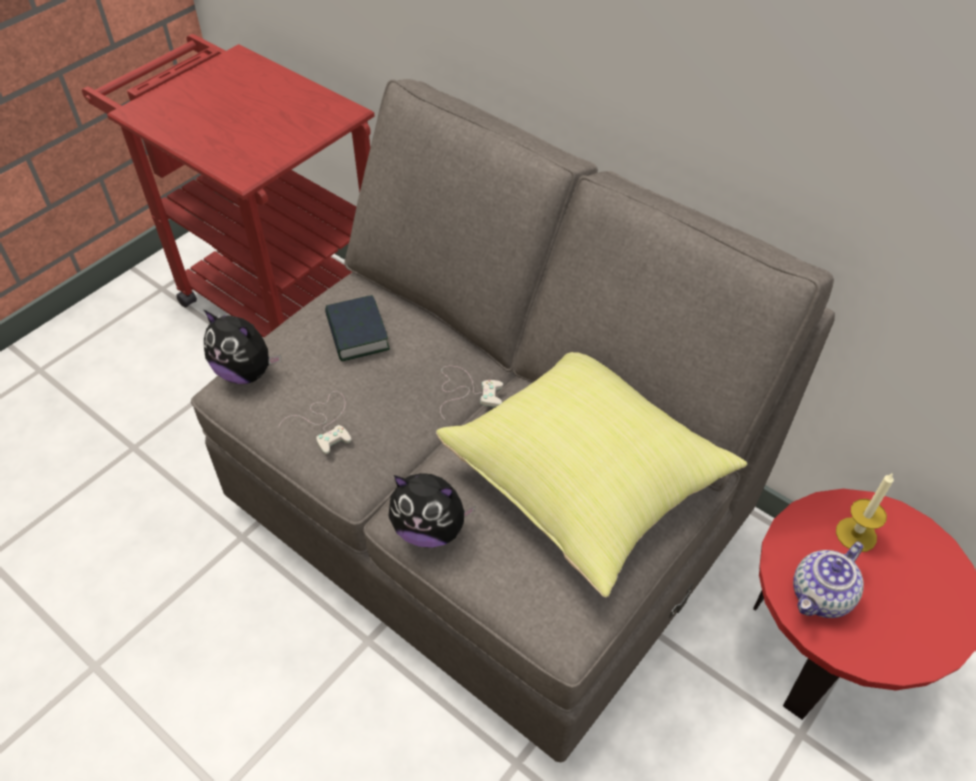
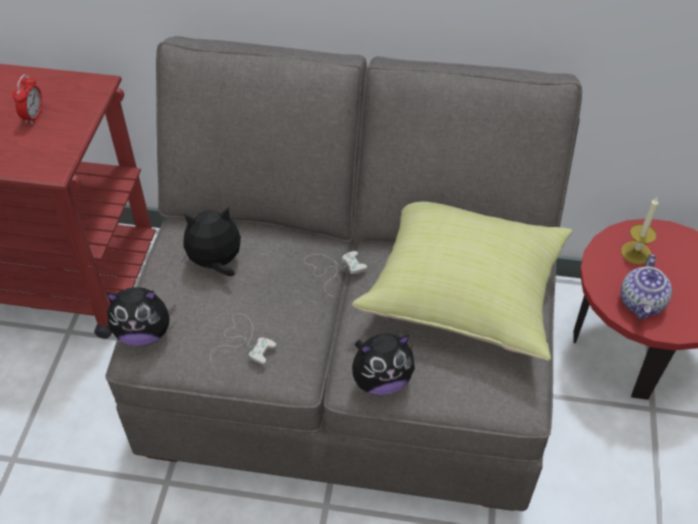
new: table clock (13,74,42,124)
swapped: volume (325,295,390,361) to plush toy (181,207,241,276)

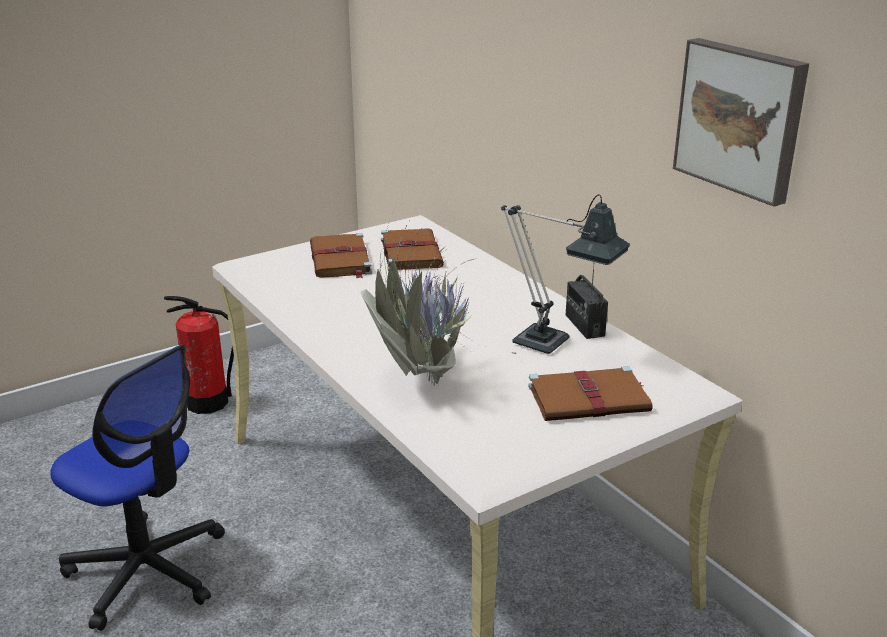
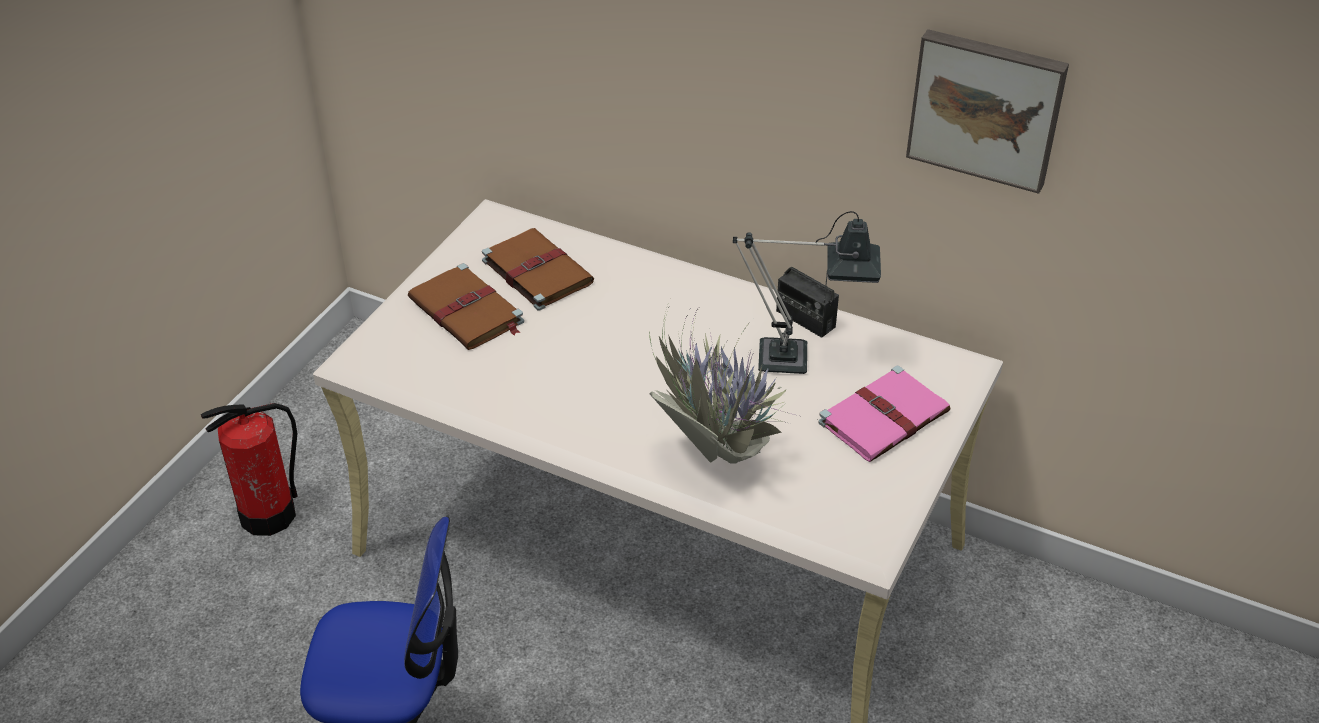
repainted: brownish volume (528,366,653,421) to pinkish volume (819,366,951,462)

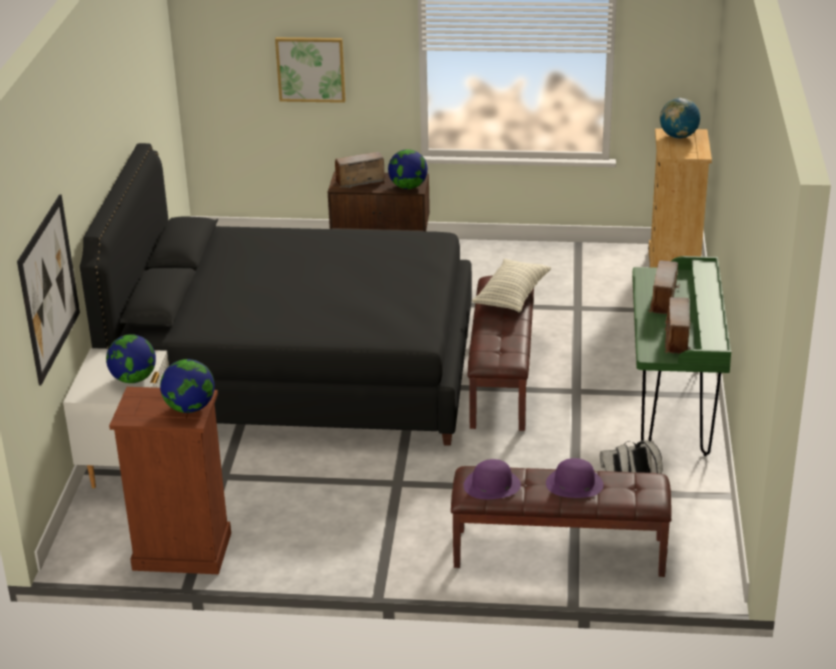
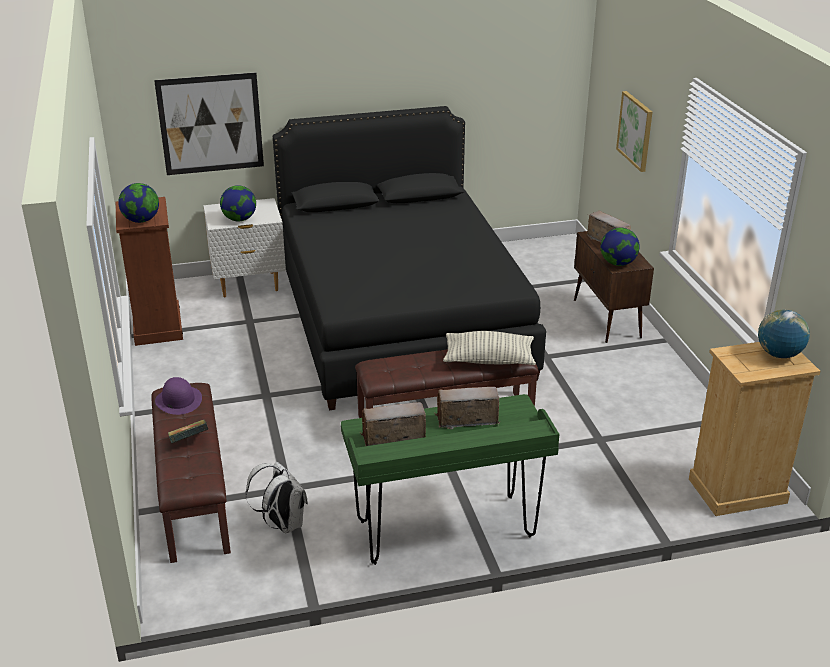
swapped: purple clothing hat (546,458,604,498) to volume (168,420,208,444)

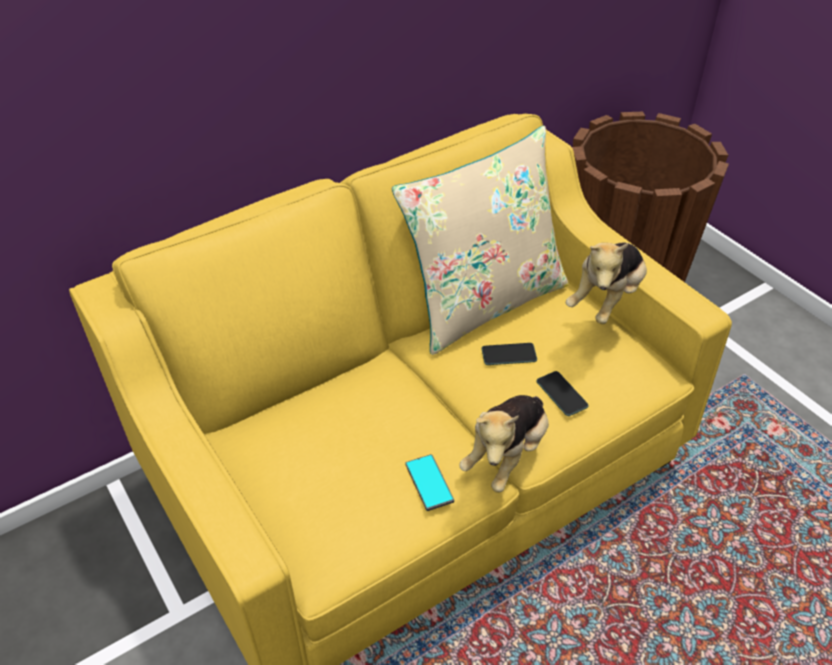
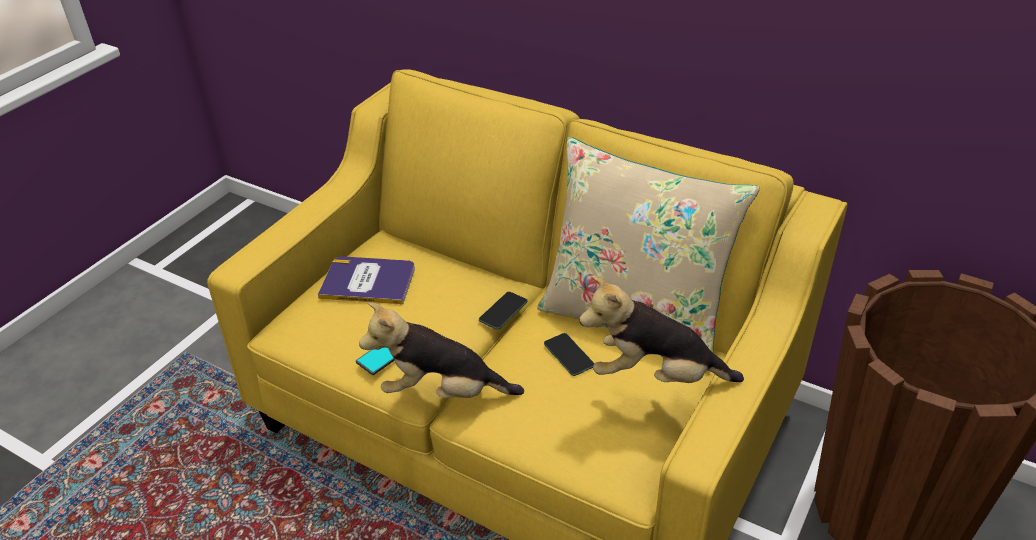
new: volume (318,256,415,304)
shifted: phone (536,371,589,416) to (479,292,528,330)

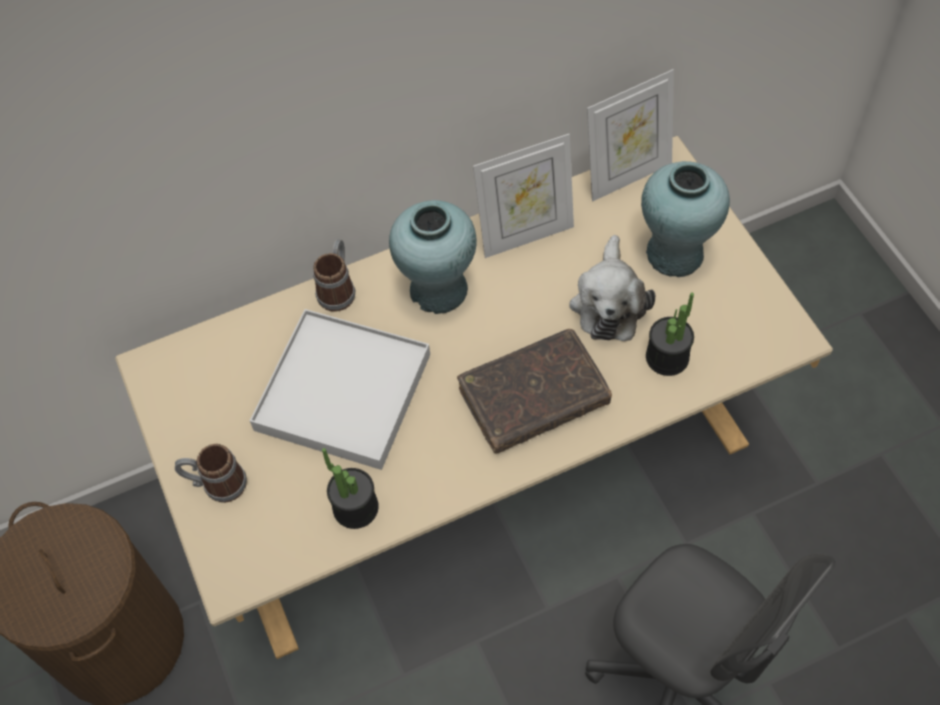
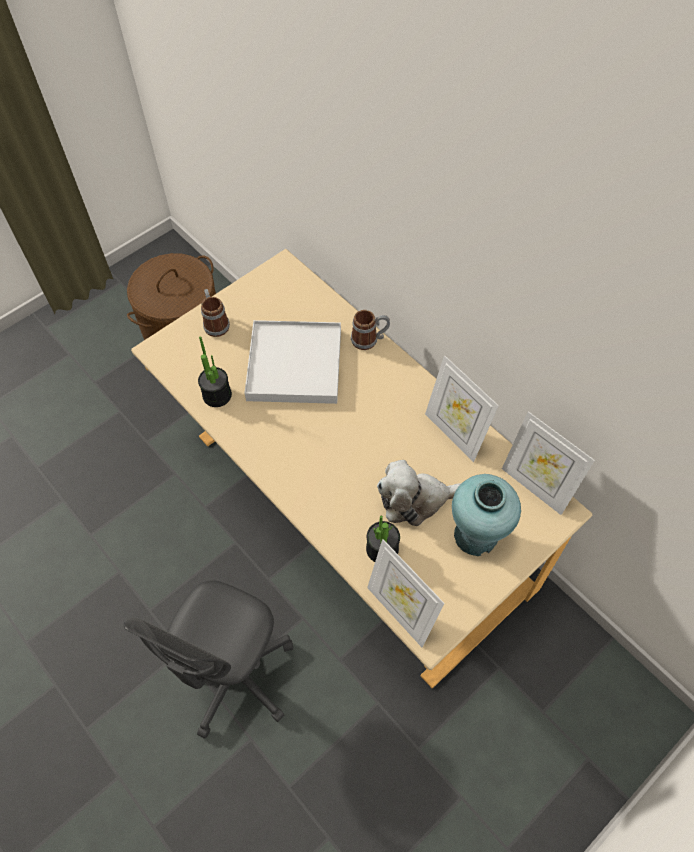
gone: turquoise-coloured vase (389,200,477,314); brownish volume (457,329,612,454)
new: photo frame (367,539,445,647)

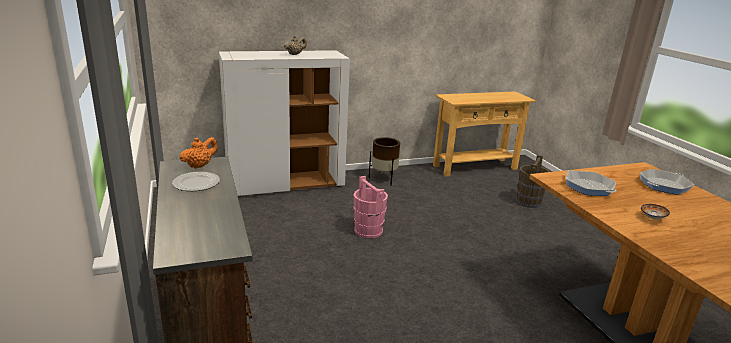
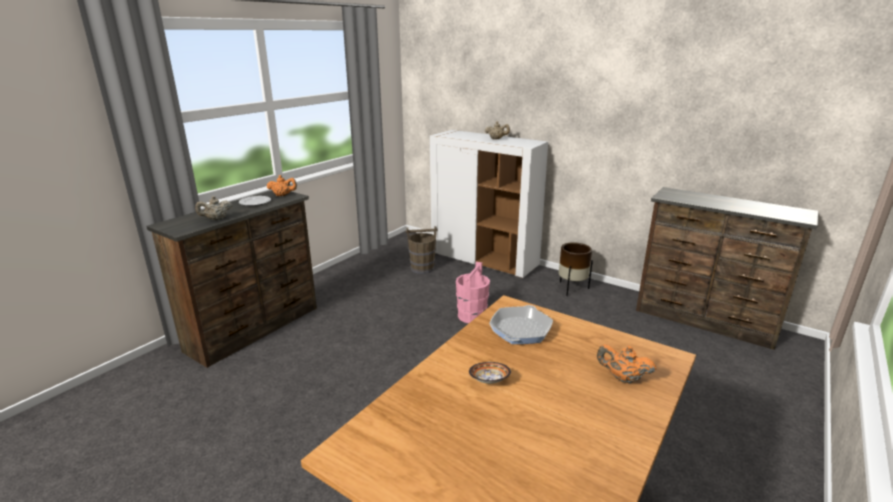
new: beige-coloured tea pot (195,196,232,220)
shifted: brownish pail (516,155,550,208) to (406,226,438,274)
swapped: beige-coloured narrow table (433,91,536,177) to brownish chest of drawers (636,187,818,350); skillet (639,169,695,195) to orange tea pot (597,344,656,384)

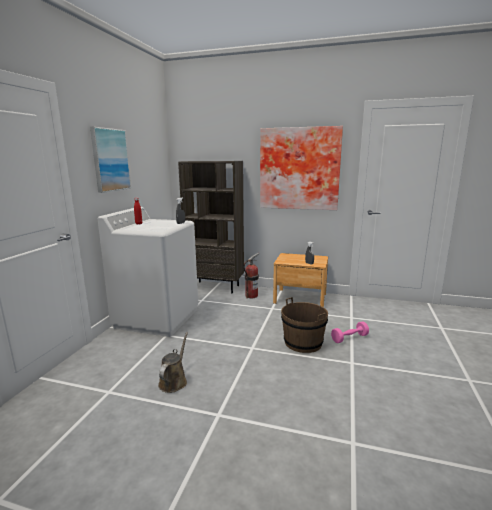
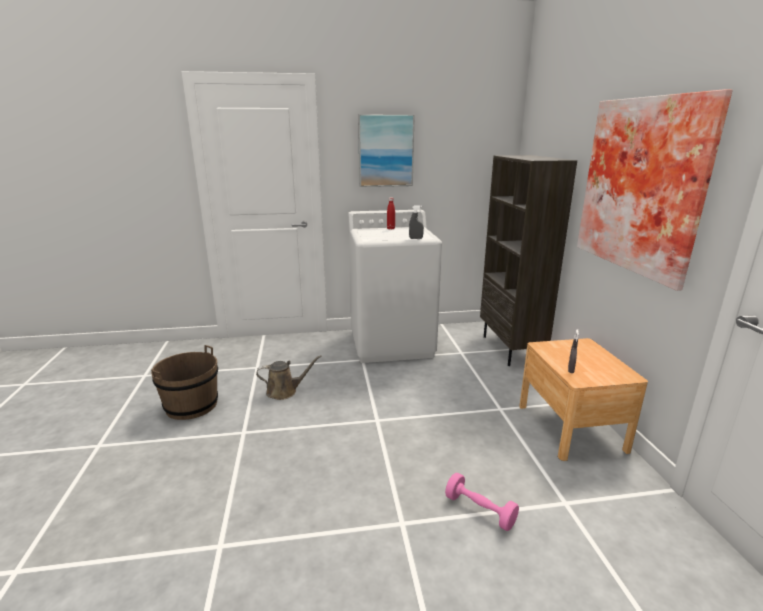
gone: extinguisher (243,253,260,298)
shifted: brownish pail (281,297,328,353) to (151,345,218,420)

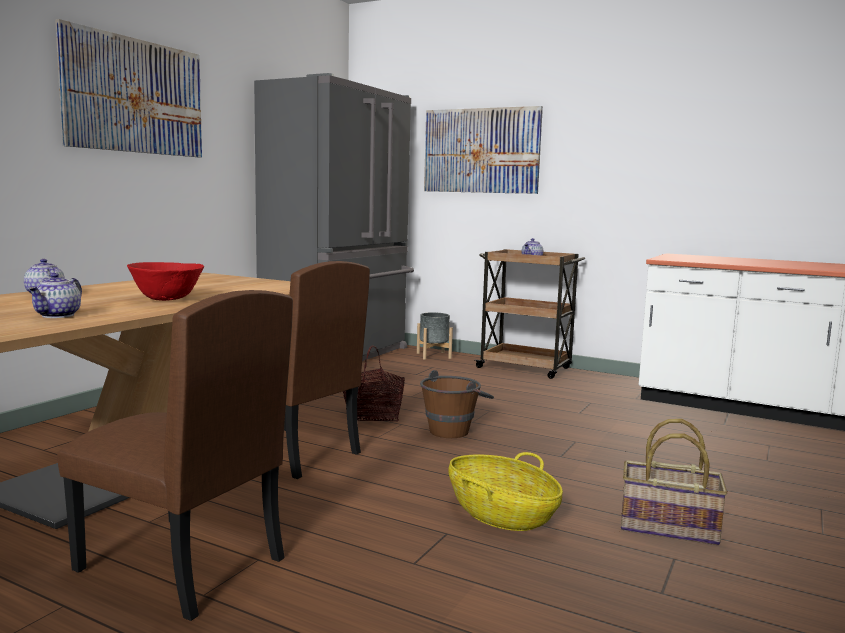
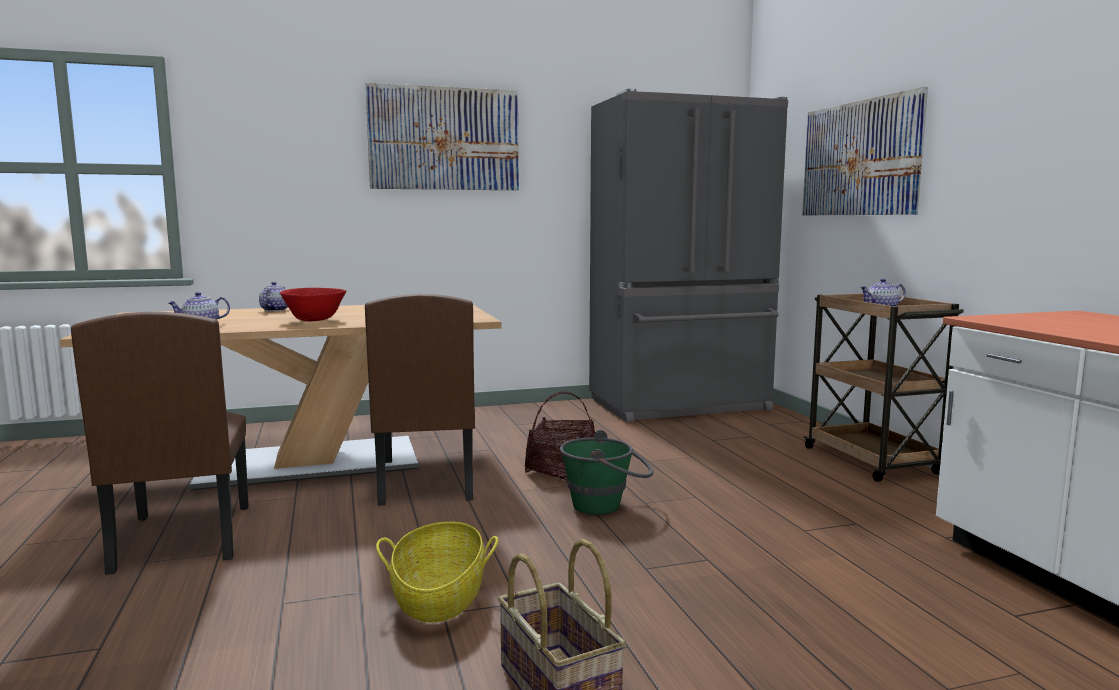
gone: greyish flower pot (417,312,453,360)
repainted: brownish pail (420,370,494,438) to greenish pail (560,430,653,515)

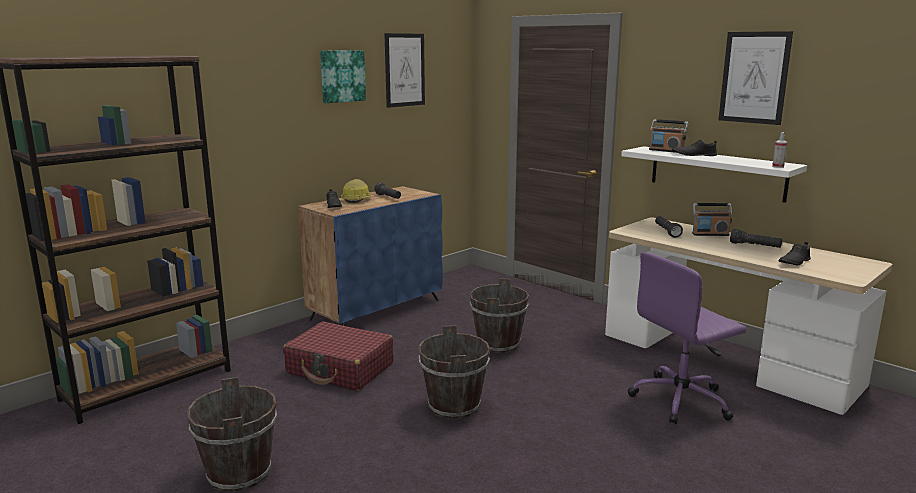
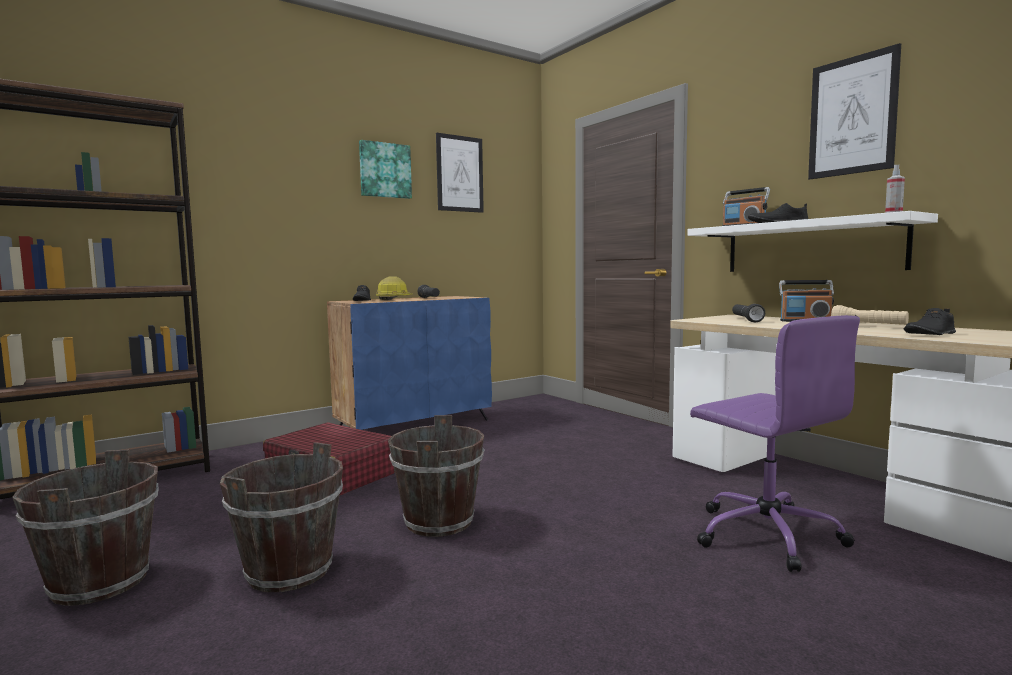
shifted: brownish pail (470,278,529,353) to (220,442,343,592)
repainted: blackish flashlight (730,229,782,248) to beige-coloured flashlight (831,305,909,325)
rotated: purple office chair (627,252,747,424) = (690,315,860,572) 105 degrees counterclockwise

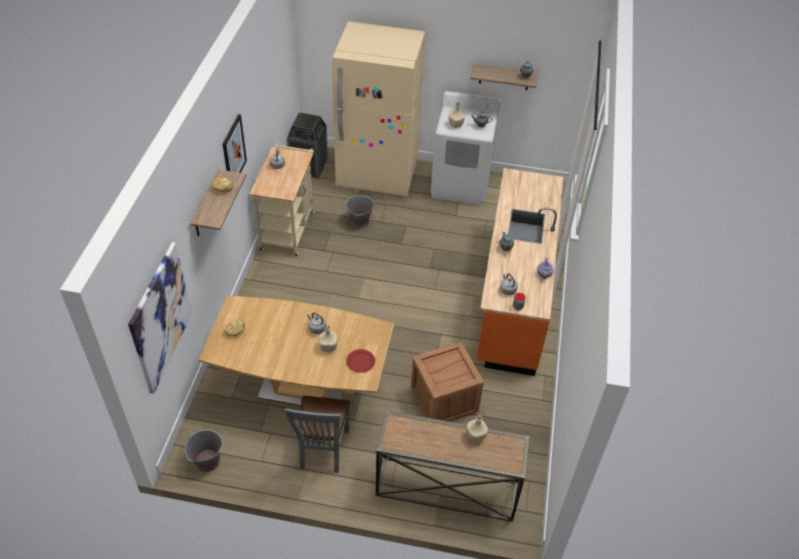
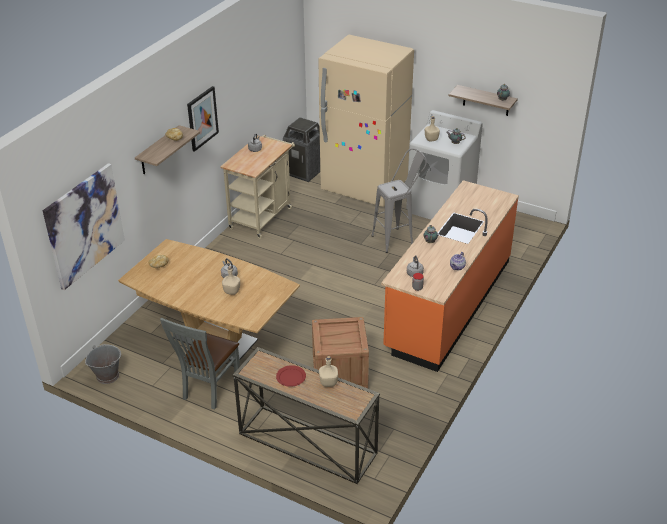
gone: greyish pail (345,195,375,228)
new: greyish sitting stool (371,148,427,253)
shifted: red-coloured flat dish (346,349,375,373) to (276,365,306,387)

